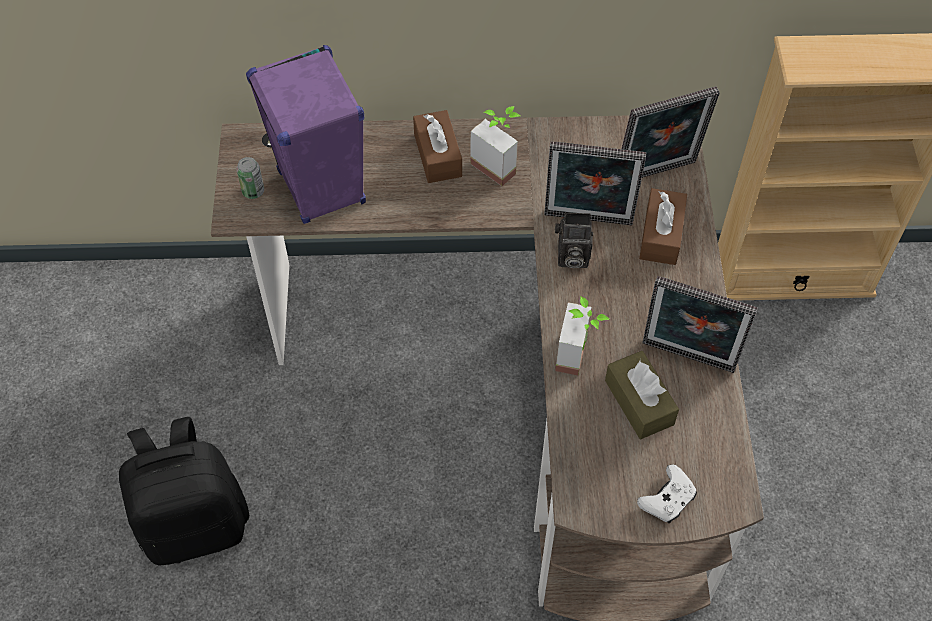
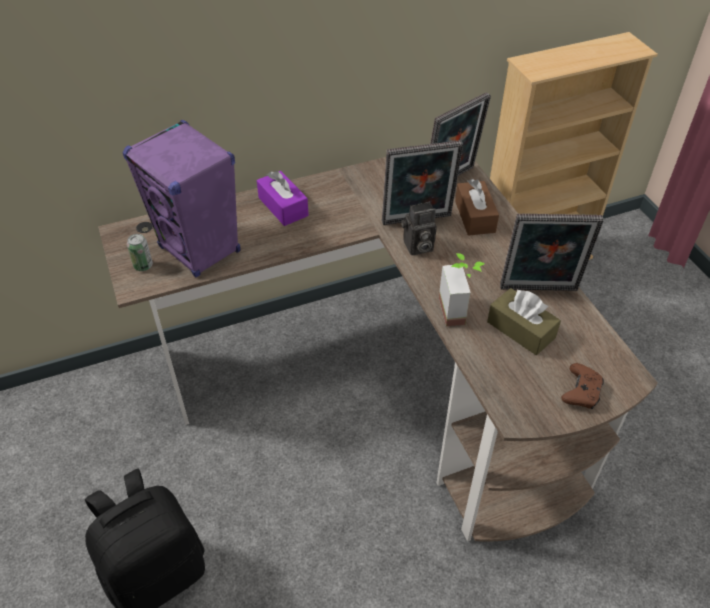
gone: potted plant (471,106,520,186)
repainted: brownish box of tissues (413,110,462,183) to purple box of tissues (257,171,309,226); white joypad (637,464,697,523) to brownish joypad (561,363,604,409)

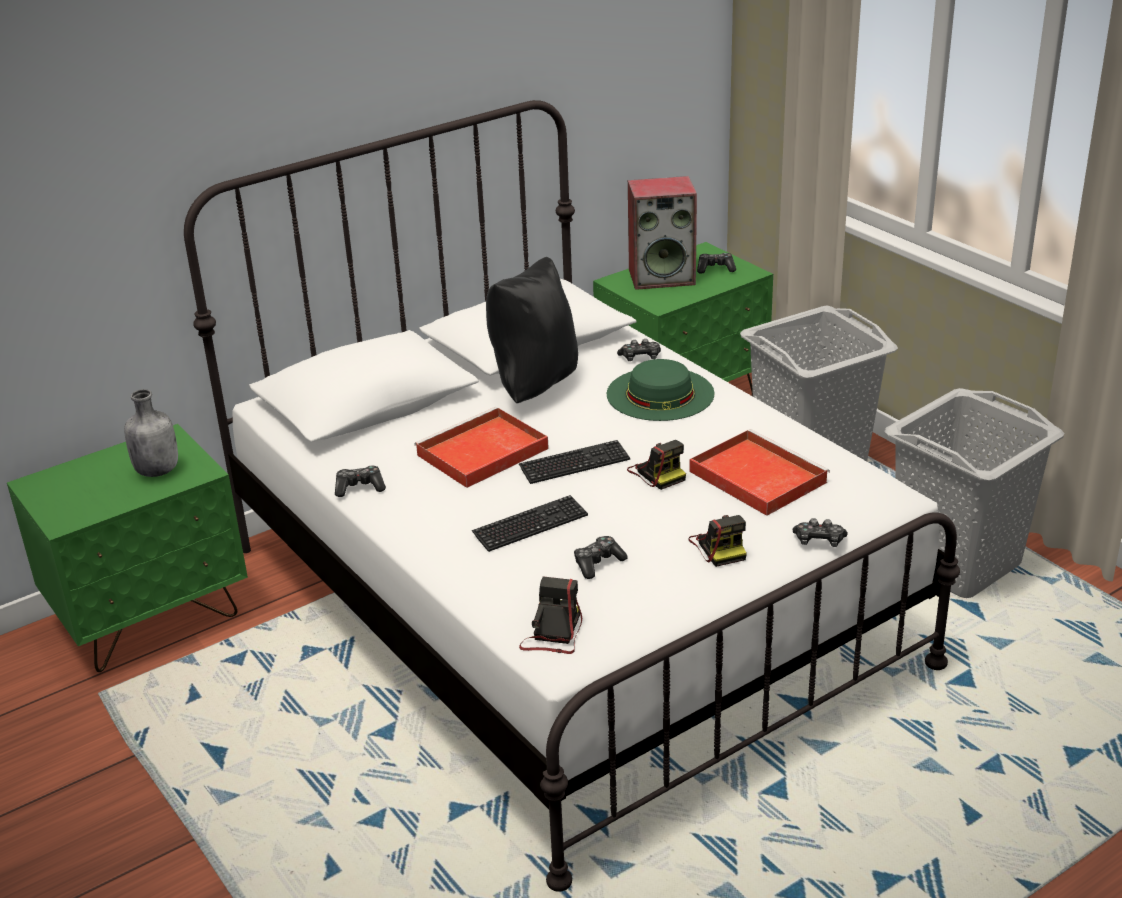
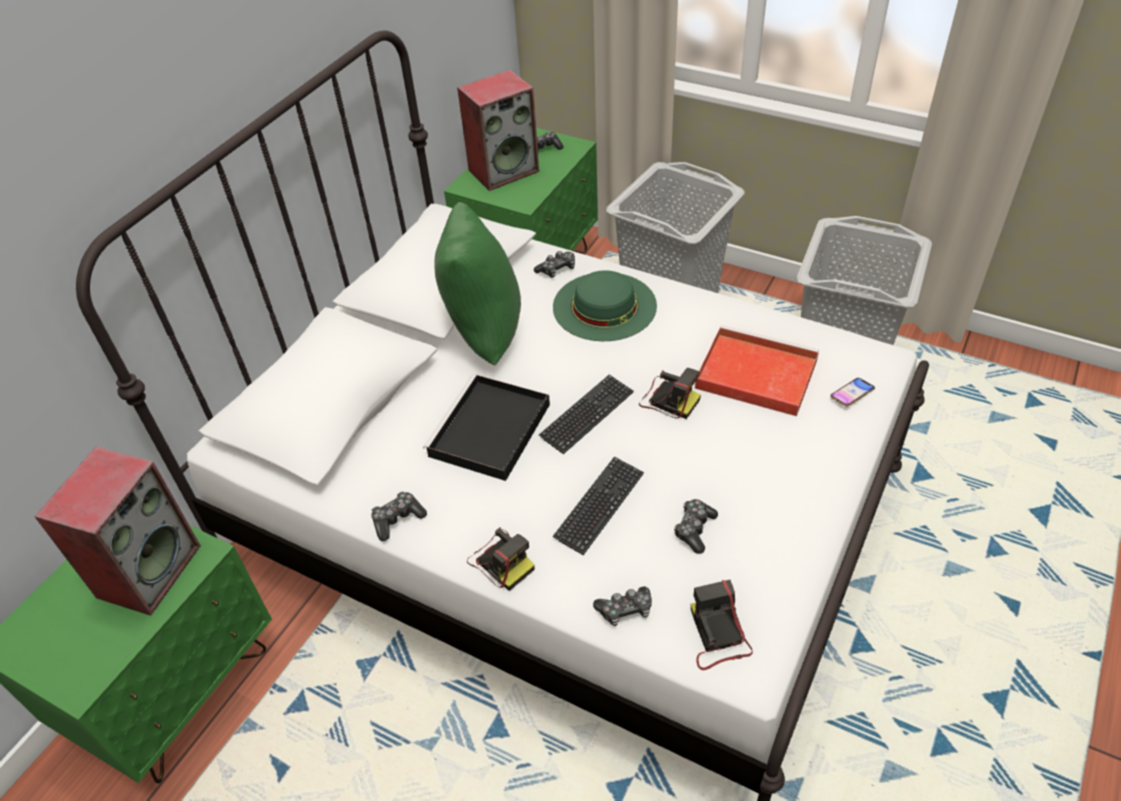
new: phone (830,378,875,407)
shifted: still camera (688,515,747,567) to (467,527,535,591); joypad (793,518,848,547) to (593,587,652,626)
swapped: greyish drink bottle (124,389,178,477) to audio speaker (34,446,201,616)
repainted: red-coloured serving tray (414,407,549,488) to blackish serving tray (423,374,550,481); blackish throw pillow (486,257,578,403) to greenish throw pillow (435,202,521,365)

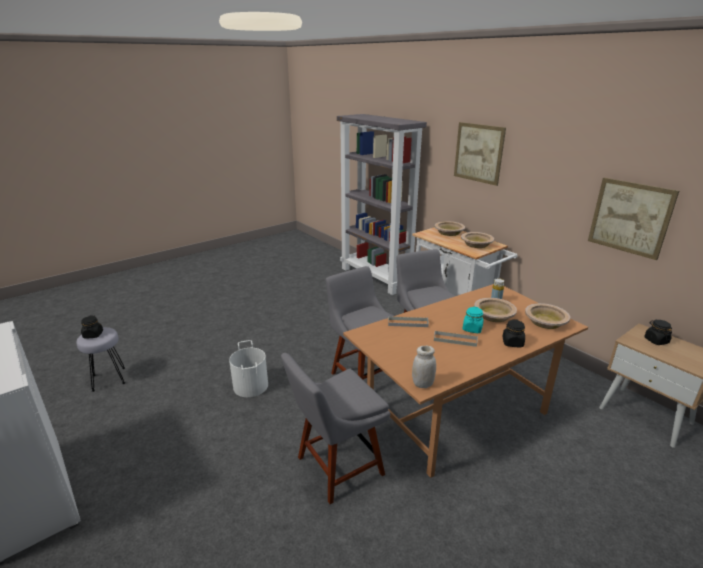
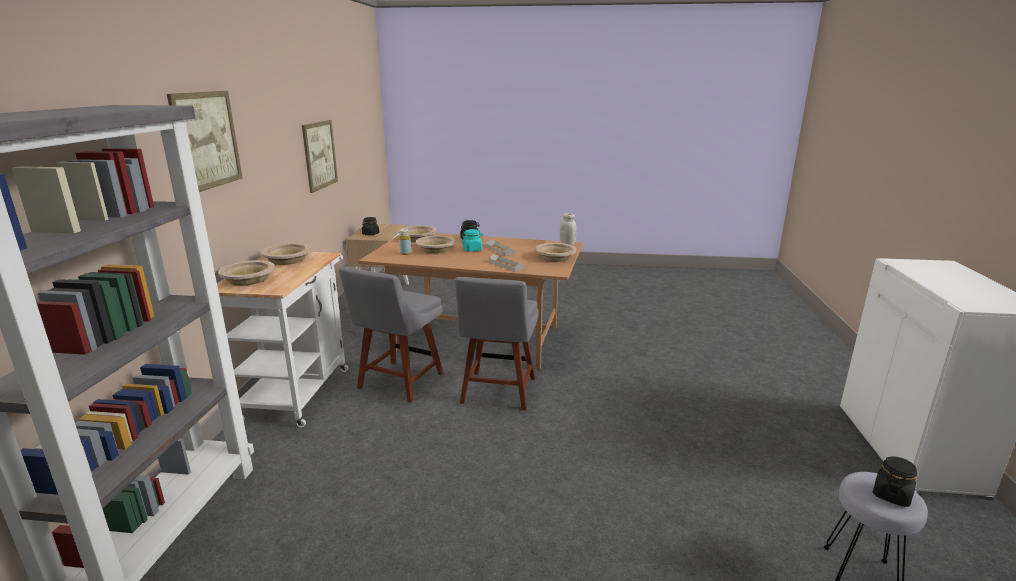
gone: white pail (229,340,268,397); greyish chair (281,353,390,504)
new: beige-coloured bowl (535,243,576,262)

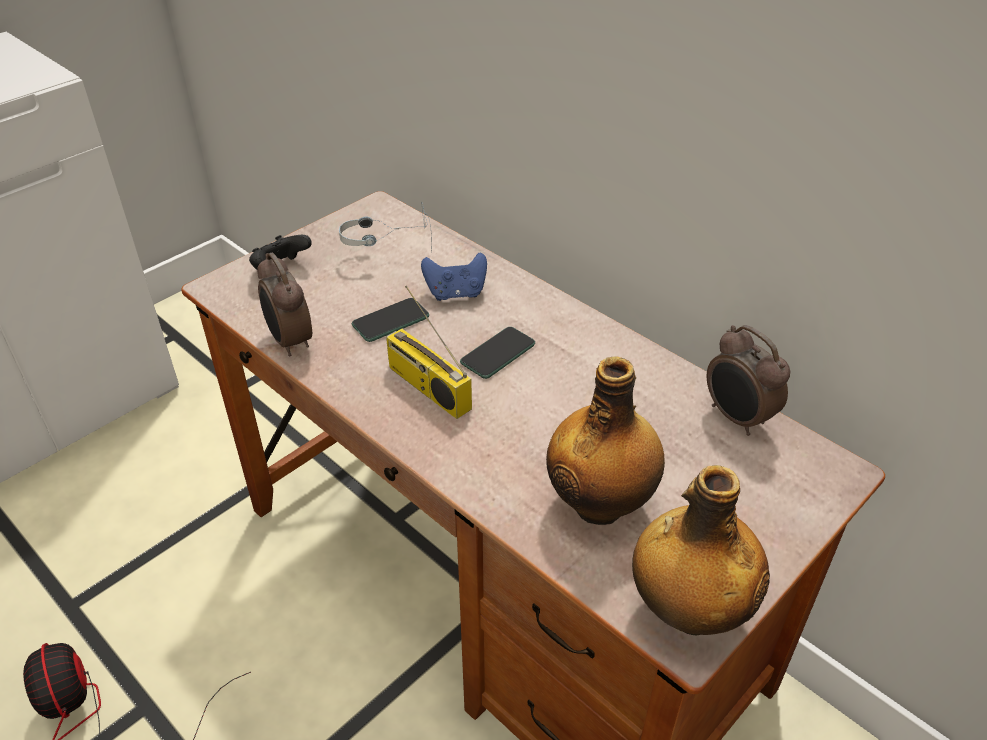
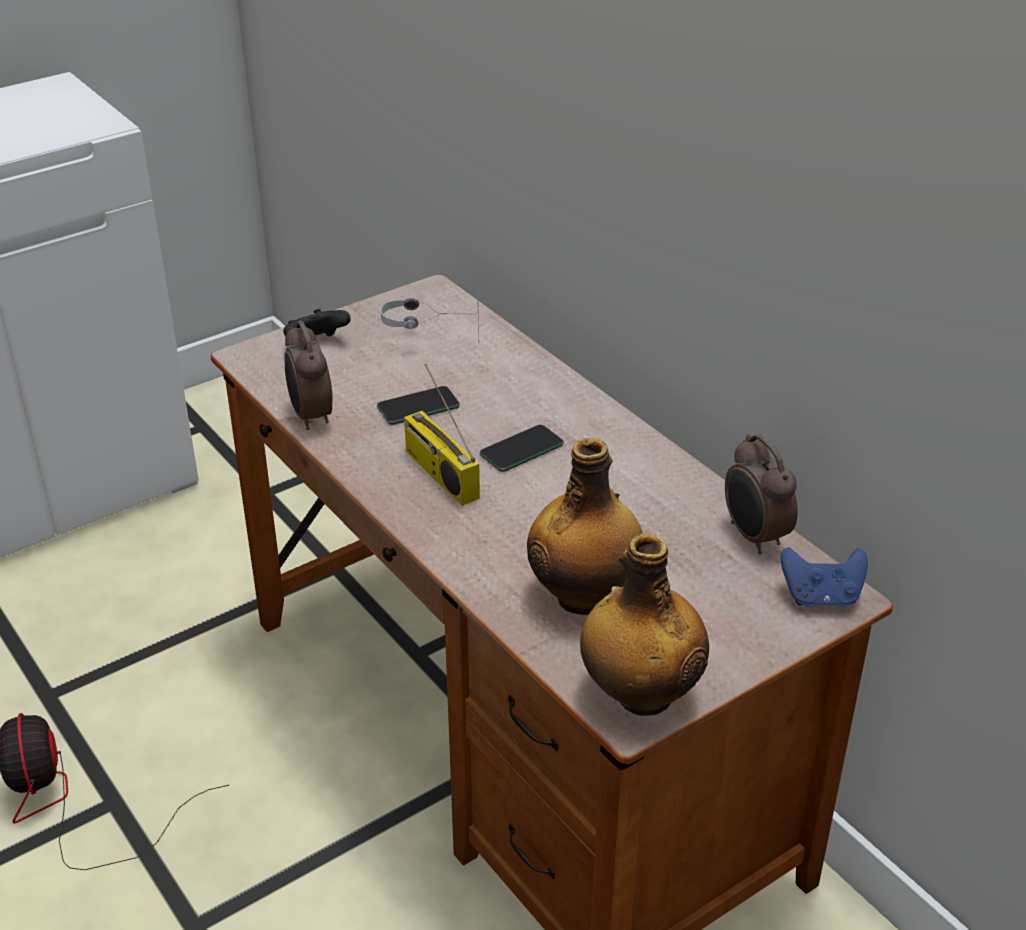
shifted: blue joypad (421,252,487,301) to (781,547,868,607)

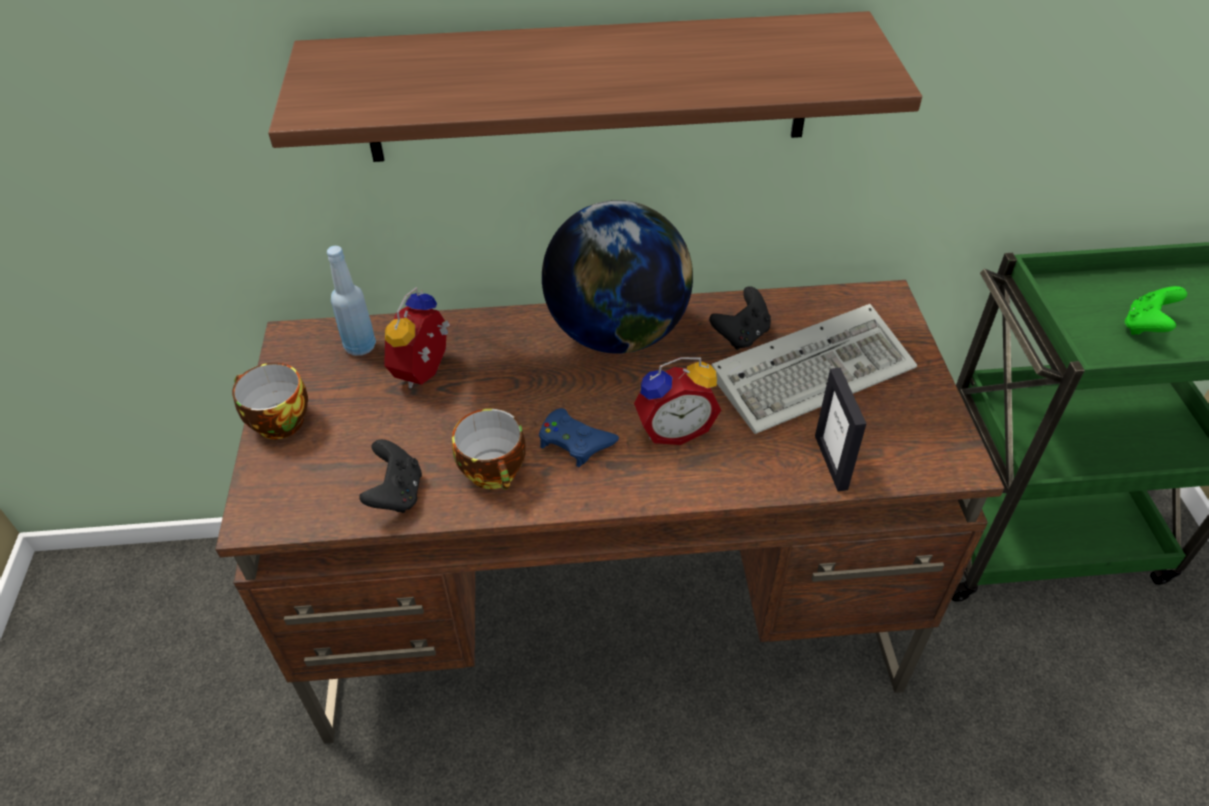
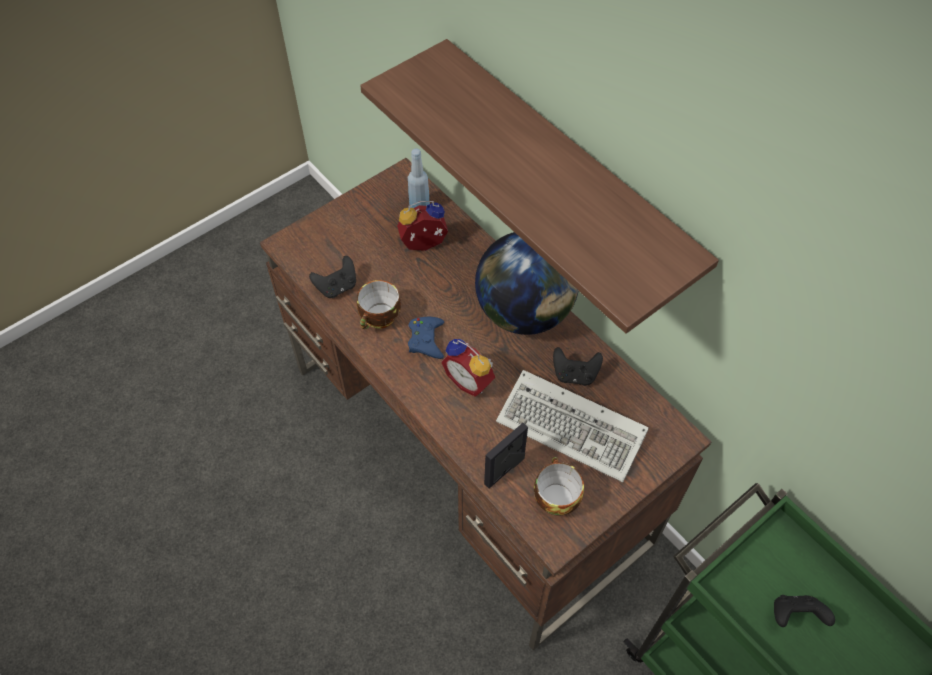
shifted: drinking cup (232,363,308,439) to (534,457,584,516)
repainted: greenish joypad (1125,286,1187,335) to blackish joypad (774,595,835,627)

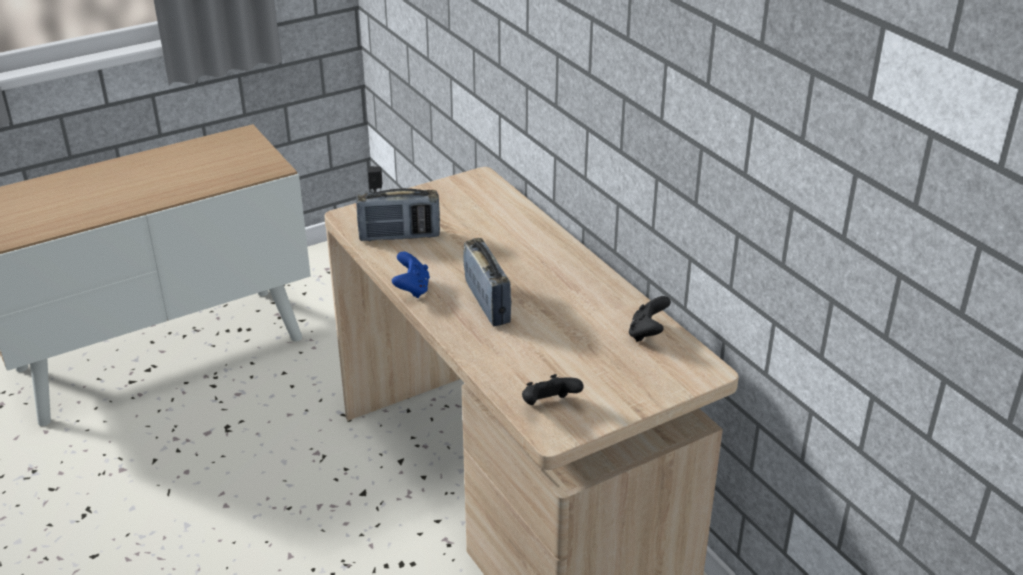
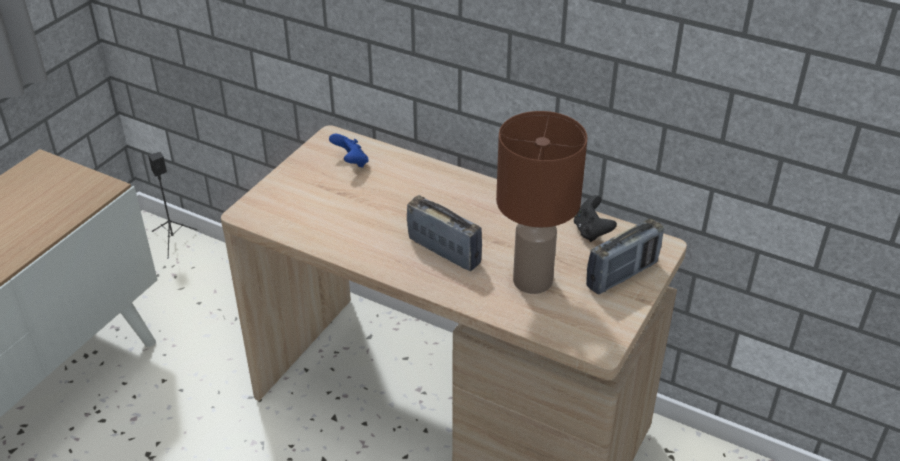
gone: blackish joypad (522,374,584,405)
new: brownish lamp for a table (496,111,587,294)
shifted: radio receiver (356,188,440,241) to (586,219,664,295); blue joypad (392,252,430,298) to (329,134,369,168)

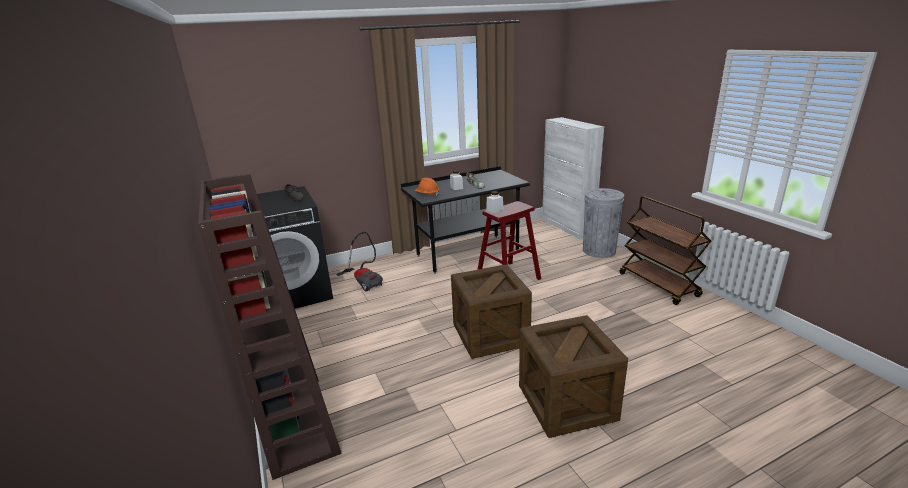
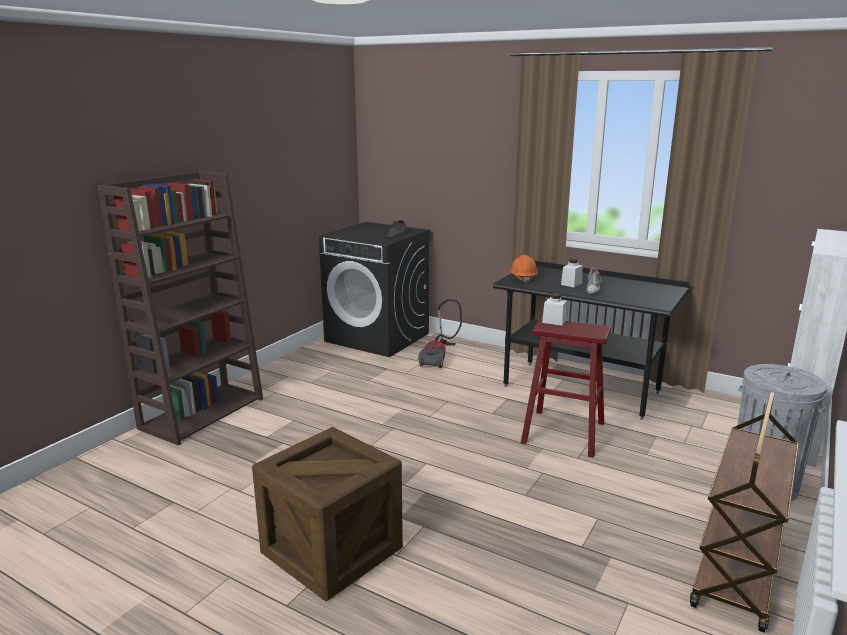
gone: packing crate (451,264,532,359)

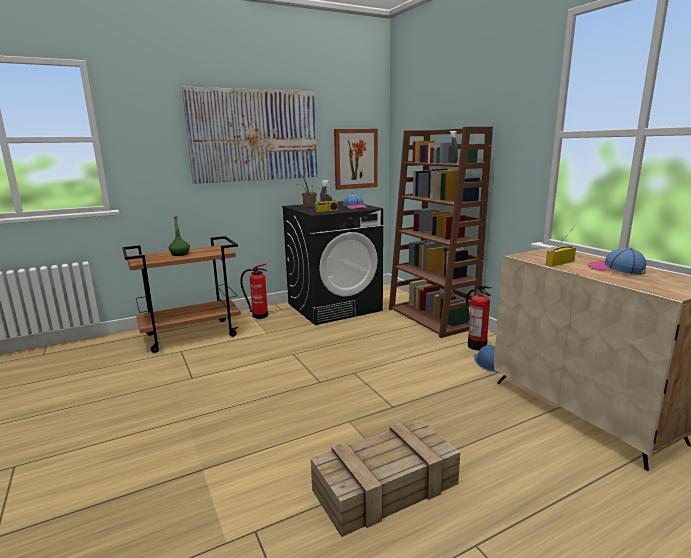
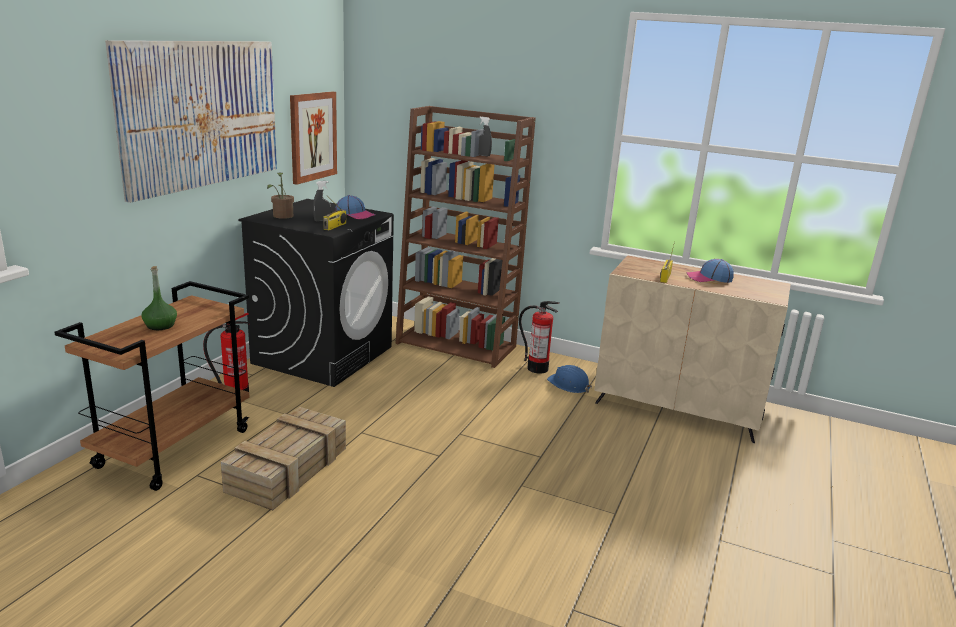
shifted: packing crate (311,419,460,537) to (221,407,346,510)

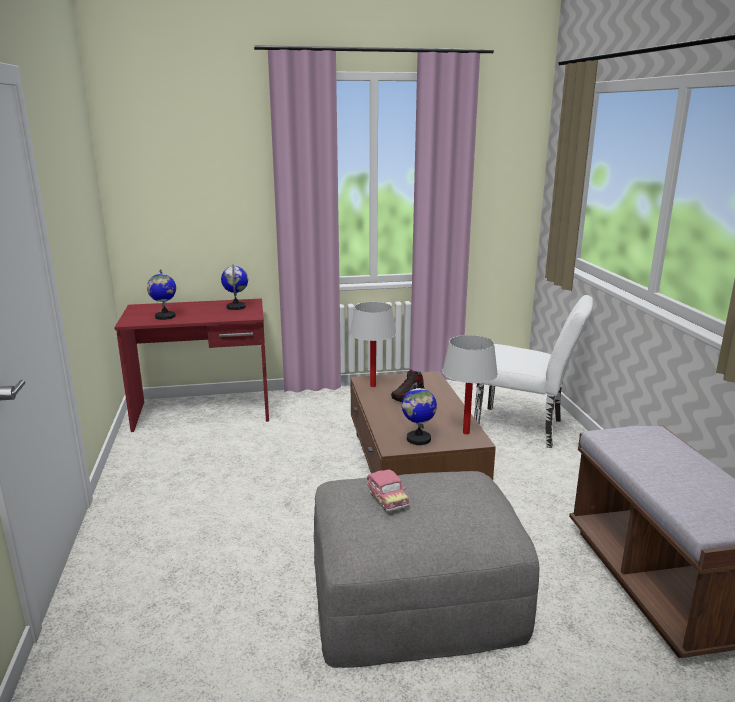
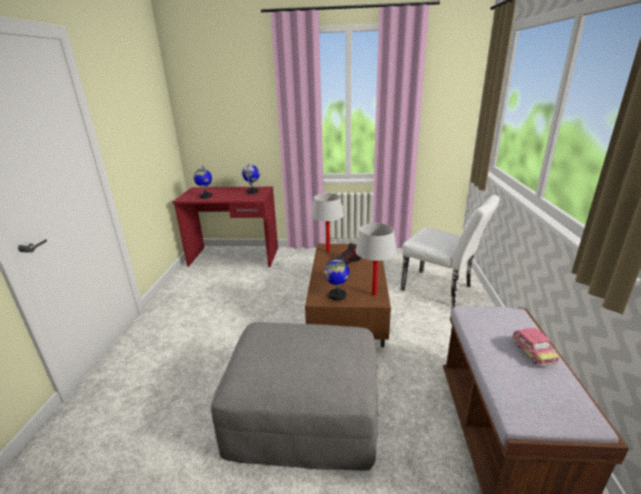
shifted: toy car (366,470,409,511) to (512,328,559,366)

